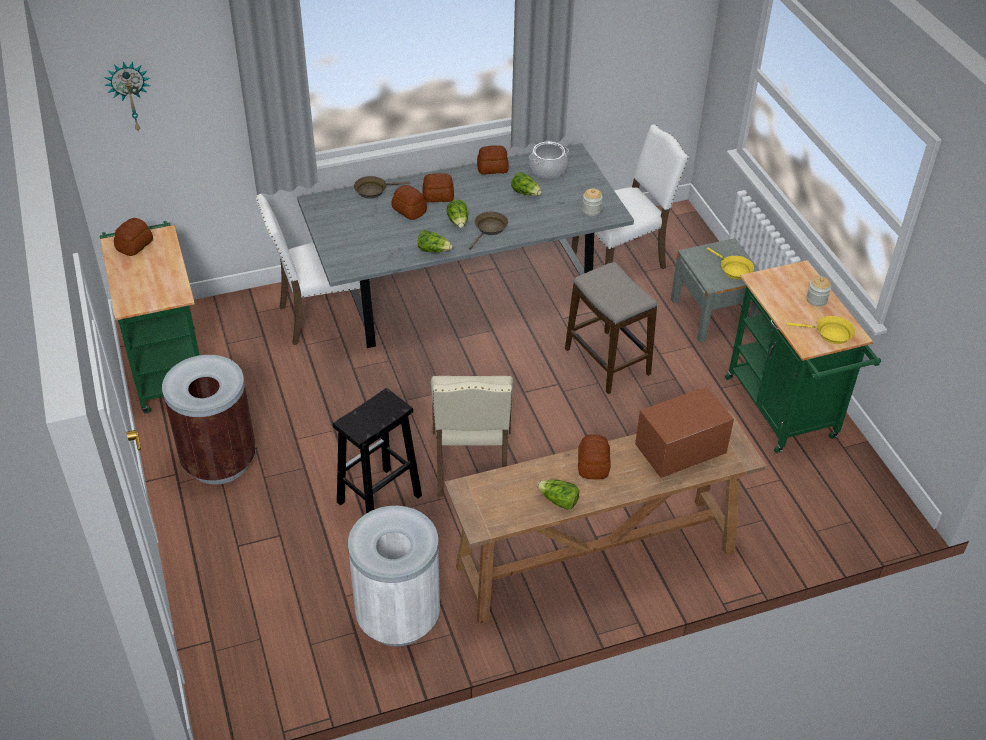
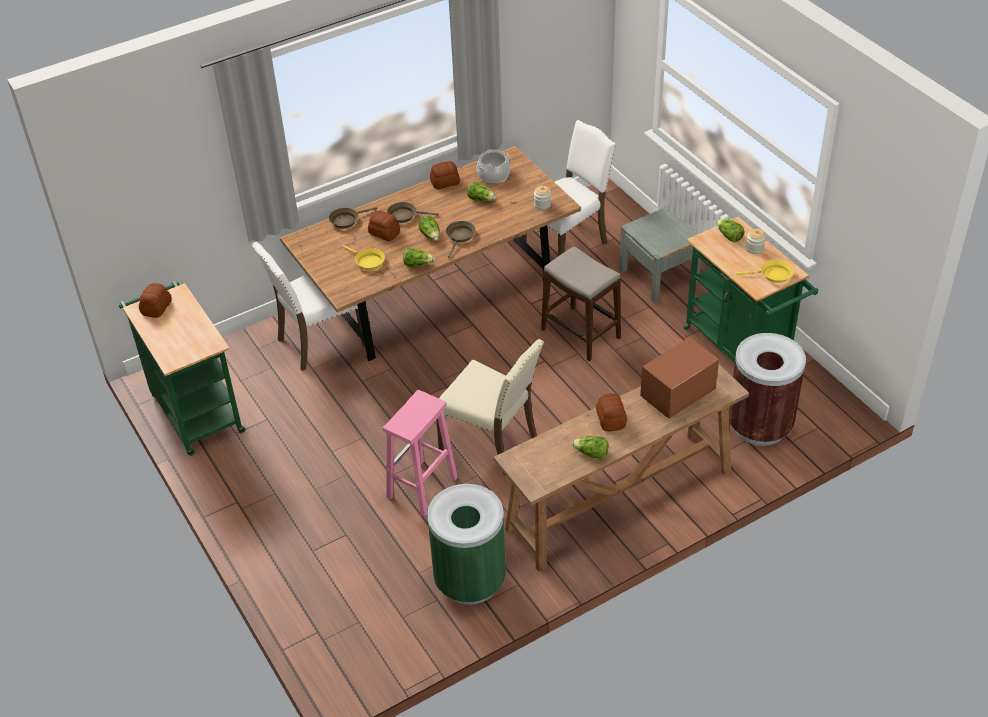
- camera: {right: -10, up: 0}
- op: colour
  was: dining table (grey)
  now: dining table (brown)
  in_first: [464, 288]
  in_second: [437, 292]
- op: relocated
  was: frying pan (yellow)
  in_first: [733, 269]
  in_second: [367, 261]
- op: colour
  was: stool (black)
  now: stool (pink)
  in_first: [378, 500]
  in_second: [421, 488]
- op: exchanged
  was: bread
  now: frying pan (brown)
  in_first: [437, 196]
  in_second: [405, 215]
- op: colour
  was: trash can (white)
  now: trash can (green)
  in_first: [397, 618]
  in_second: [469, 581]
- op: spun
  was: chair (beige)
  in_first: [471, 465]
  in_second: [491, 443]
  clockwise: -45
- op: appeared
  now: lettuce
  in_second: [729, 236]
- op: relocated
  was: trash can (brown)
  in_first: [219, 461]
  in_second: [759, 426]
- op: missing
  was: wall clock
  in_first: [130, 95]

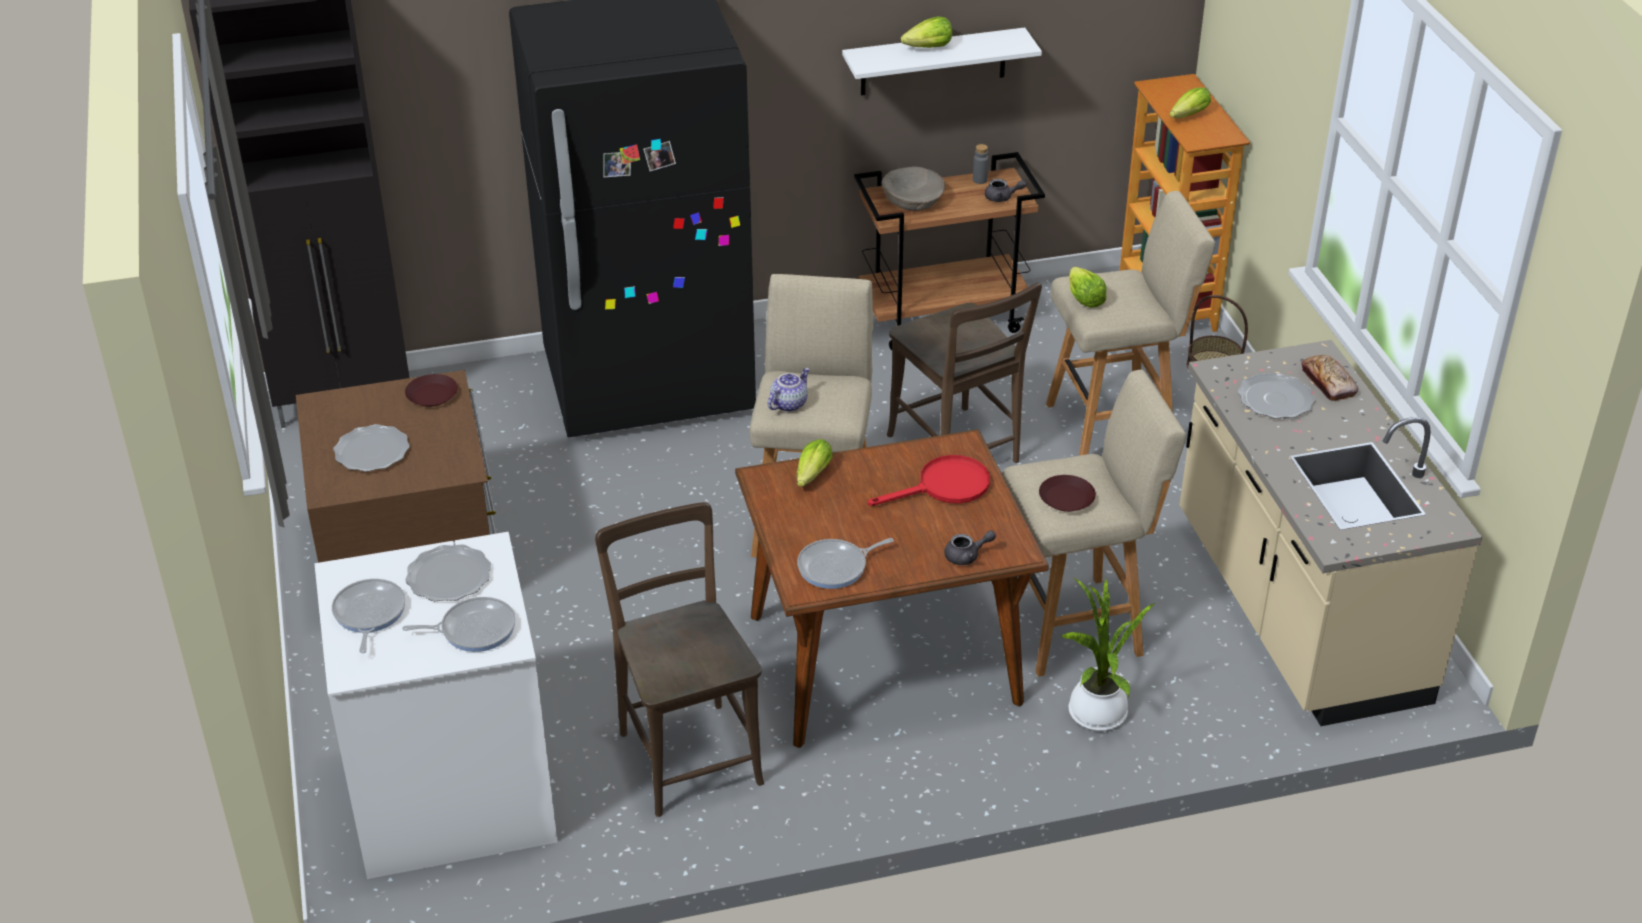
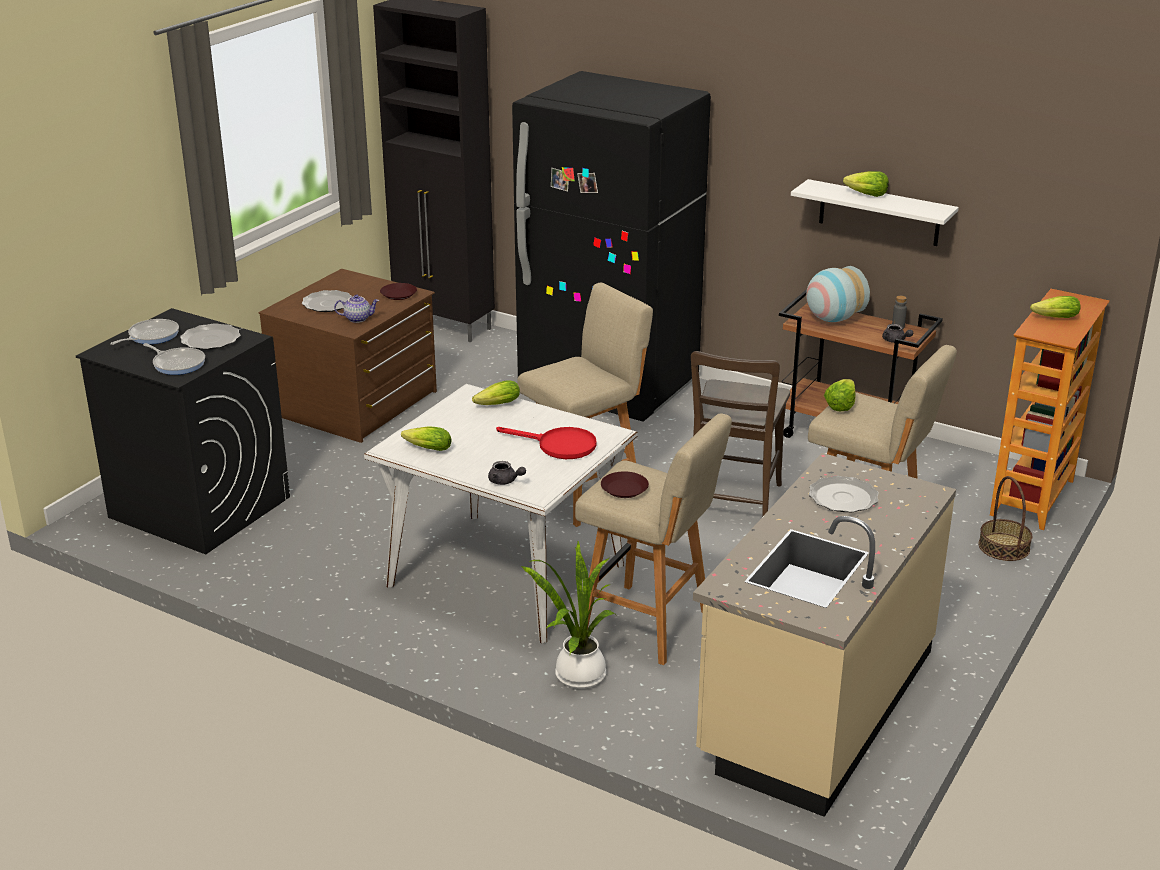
- camera: {right: 45, up: -10}
- op: colour
  was: washing machine (white)
  now: washing machine (black)
  in_first: [451, 795]
  in_second: [199, 507]
- op: relocated
  was: teapot
  in_first: [788, 403]
  in_second: [358, 318]
- op: colour
  was: dining table (brown)
  now: dining table (white)
  in_first: [885, 658]
  in_second: [507, 575]
- op: exchanged
  was: frying pan
  now: lettuce
  in_first: [836, 567]
  in_second: [426, 448]
- op: exchanged
  was: bowl (beige)
  now: vase
  in_first: [912, 199]
  in_second: [832, 319]
- op: missing
  was: chair (brown)
  in_first: [687, 752]
- op: missing
  was: bread
  in_first: [1328, 383]

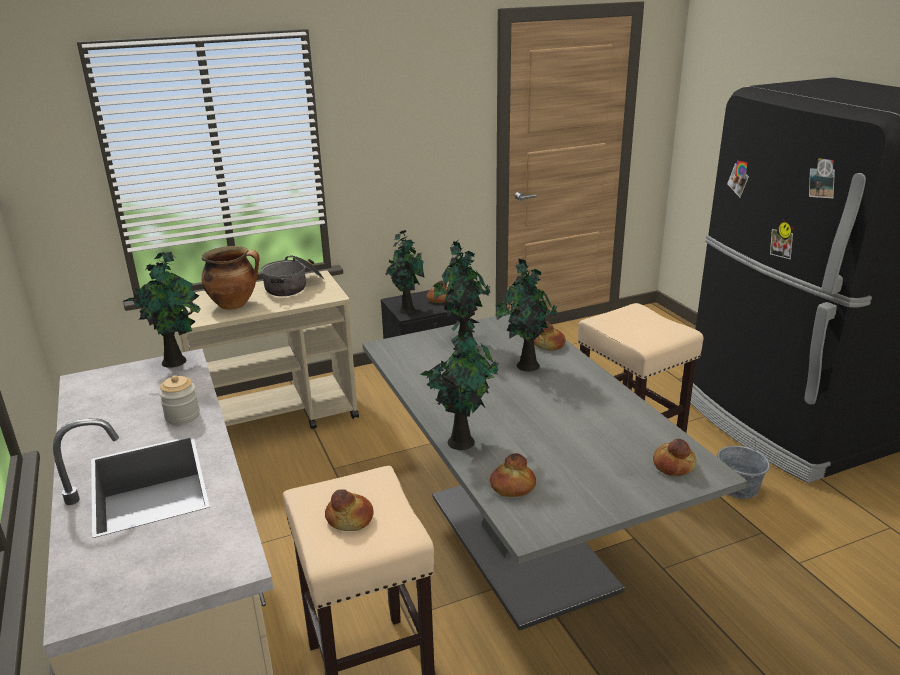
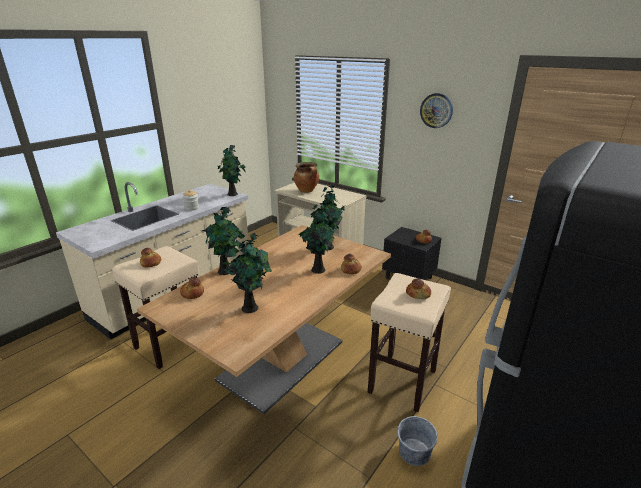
- camera: {right: 60, up: 0}
- op: colour
  was: dining table (grey)
  now: dining table (brown)
  in_first: [520, 541]
  in_second: [282, 360]
- op: relocated
  was: potted plant
  in_first: [406, 310]
  in_second: [251, 307]
- op: relocated
  was: bread
  in_first: [673, 465]
  in_second: [418, 294]
- op: appeared
  now: wall clock
  in_second: [436, 110]
- op: missing
  was: cooking pot
  in_first: [294, 286]

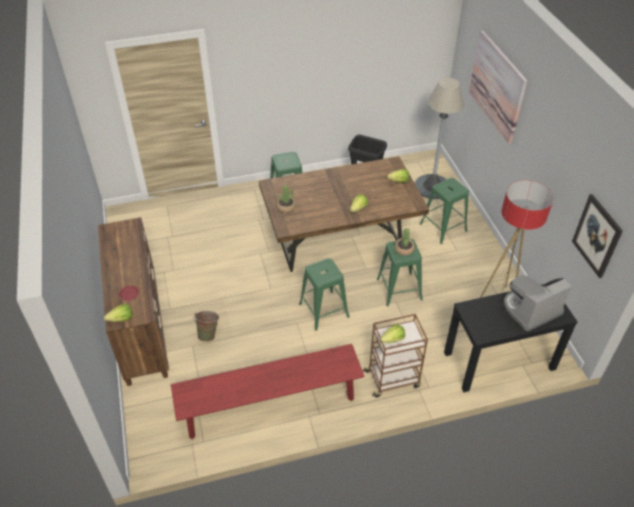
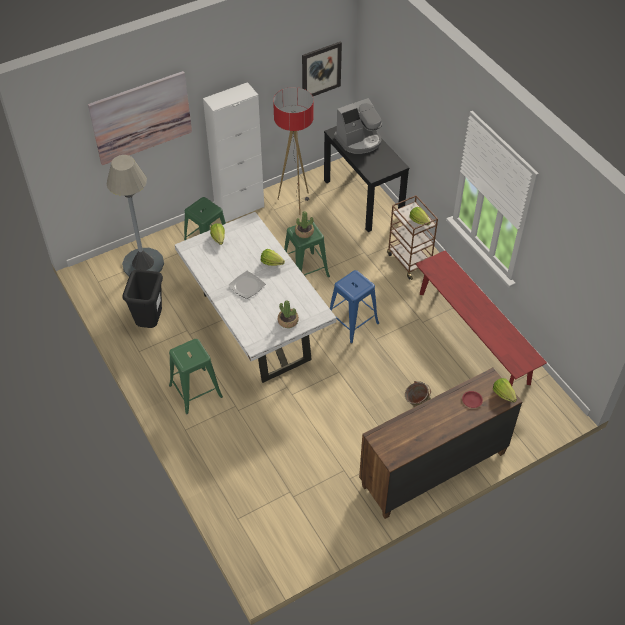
- camera: {right: -105, up: 5}
- op: colour
  was: dining table (brown)
  now: dining table (white)
  in_first: [341, 243]
  in_second: [255, 326]
- op: appeared
  now: cabinet (white)
  in_second: [239, 209]
- op: appeared
  now: plate
  in_second: [247, 285]
- op: colour
  was: stool (green)
  now: stool (blue)
  in_first: [323, 310]
  in_second: [352, 322]
- op: spun
  was: coffee machine
  in_first: [530, 309]
  in_second: [359, 140]
  clockwise: -75

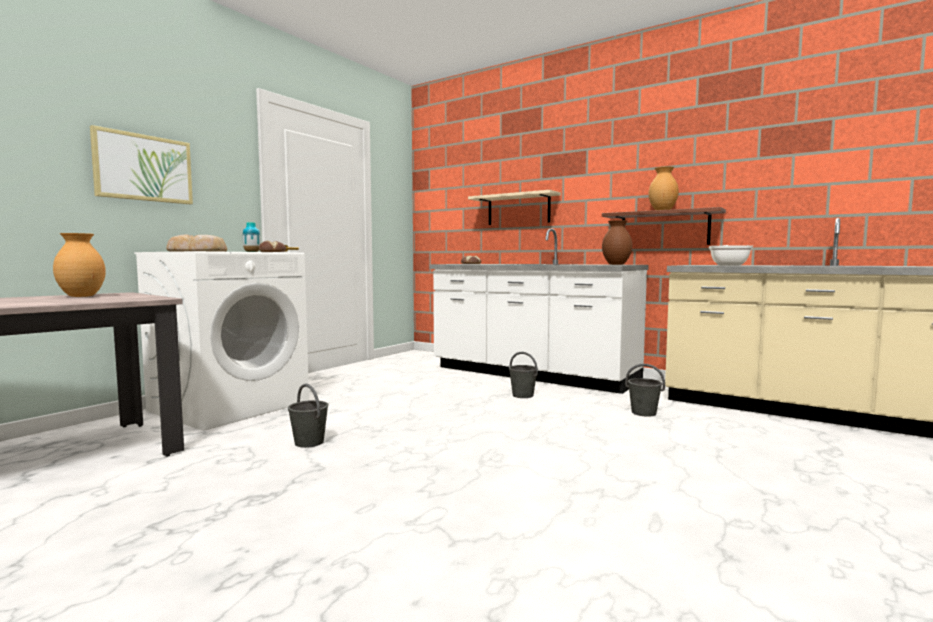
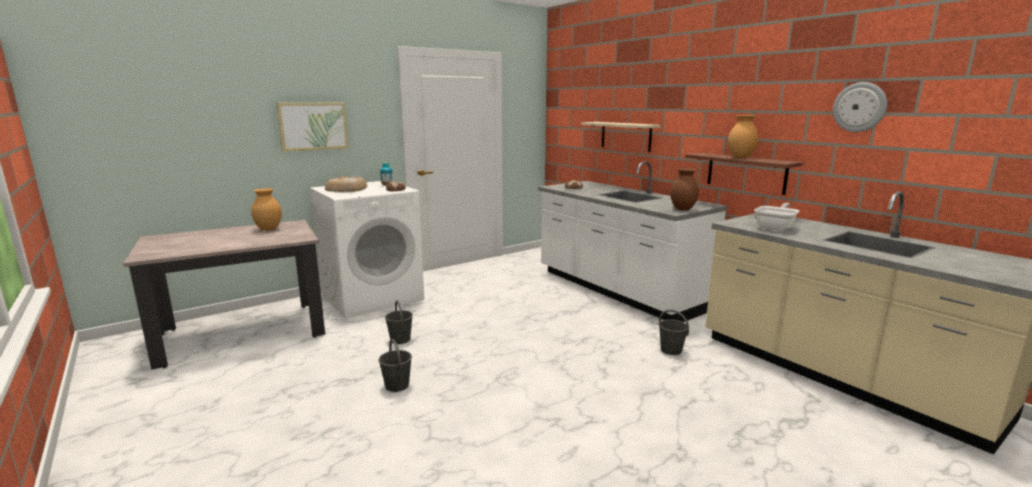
- camera: {right: 20, up: 10}
- op: relocated
  was: bucket (grey)
  in_first: [523, 395]
  in_second: [397, 386]
- op: appeared
  now: wall clock
  in_second: [859, 107]

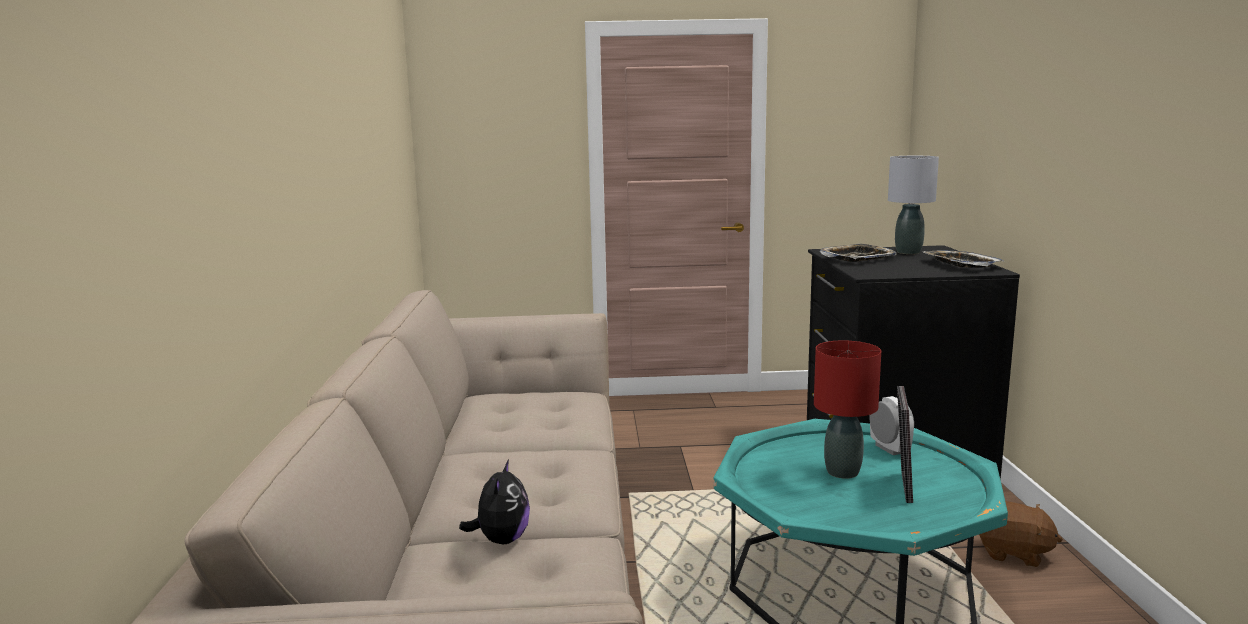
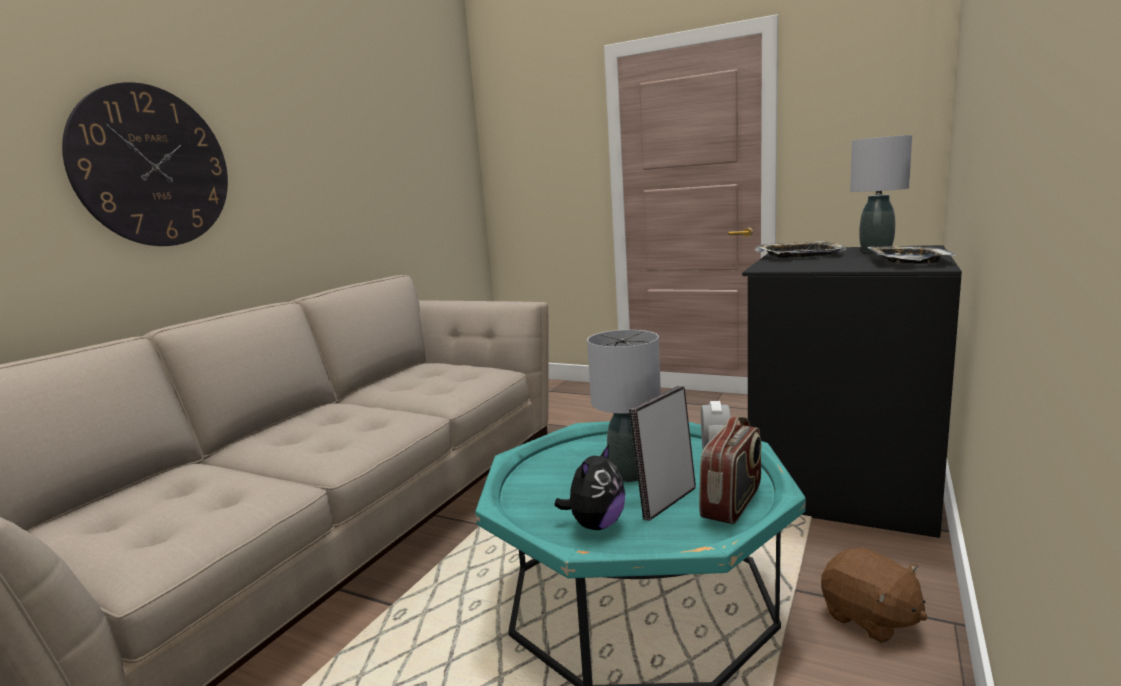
- camera: {right: 30, up: 0}
- op: appeared
  now: wall clock
  in_second: [152, 166]
- op: relocated
  was: plush toy
  in_first: [501, 540]
  in_second: [595, 525]
- op: colour
  was: table lamp (red)
  now: table lamp (grey)
  in_first: [843, 472]
  in_second: [630, 474]
- op: appeared
  now: radio
  in_second: [732, 502]

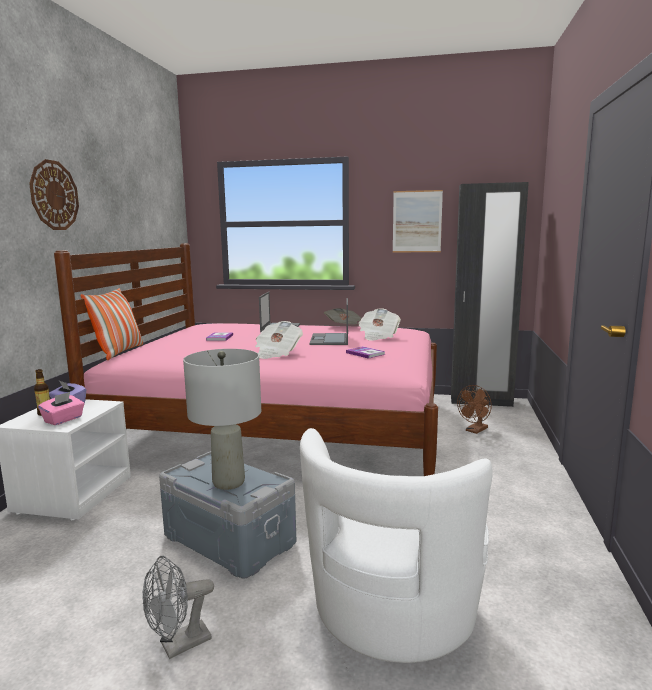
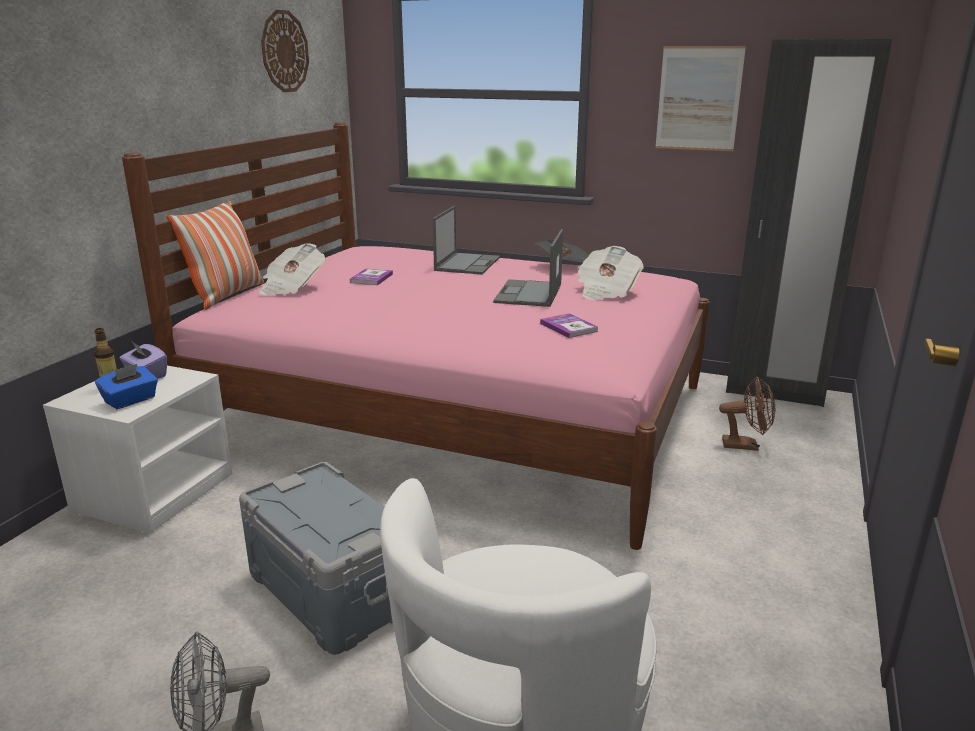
- camera: {right: 10, up: 10}
- op: colour
  was: tissue box (pink)
  now: tissue box (blue)
  in_first: [63, 420]
  in_second: [131, 400]
- op: relocated
  was: newspaper
  in_first: [277, 353]
  in_second: [292, 288]
- op: relocated
  was: wall clock
  in_first: [54, 195]
  in_second: [284, 51]
- op: spun
  was: fan (brown)
  in_first: [475, 430]
  in_second: [746, 445]
  clockwise: -135
- op: missing
  was: table lamp (grey)
  in_first: [229, 482]

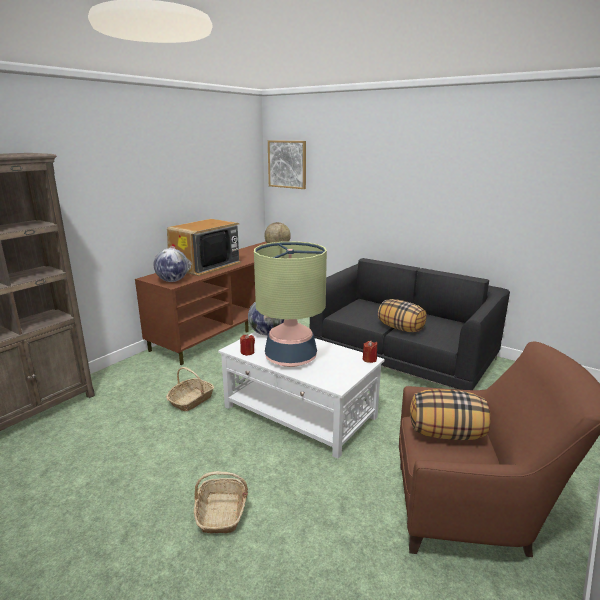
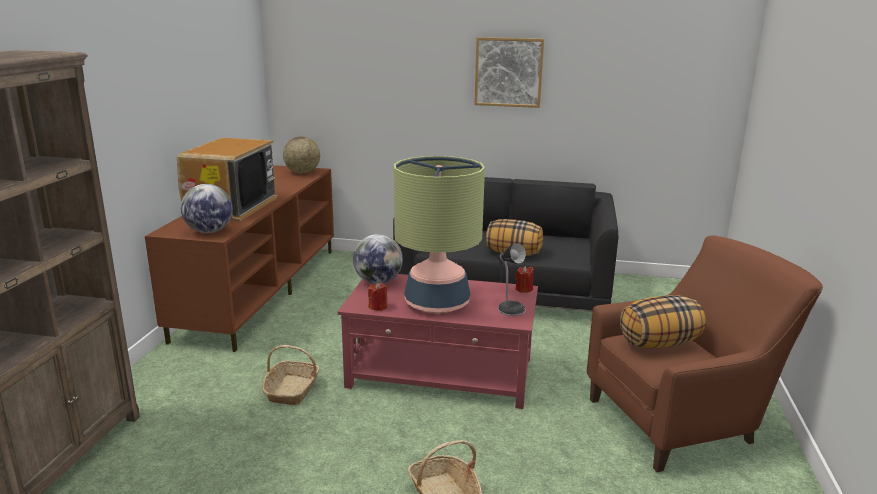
- camera: {right: -25, up: 0}
- op: colour
  was: coffee table (white)
  now: coffee table (red)
  in_first: [300, 412]
  in_second: [442, 372]
- op: relocated
  was: picture
  in_first: [287, 164]
  in_second: [508, 72]
- op: appeared
  now: table lamp
  in_second: [510, 309]

